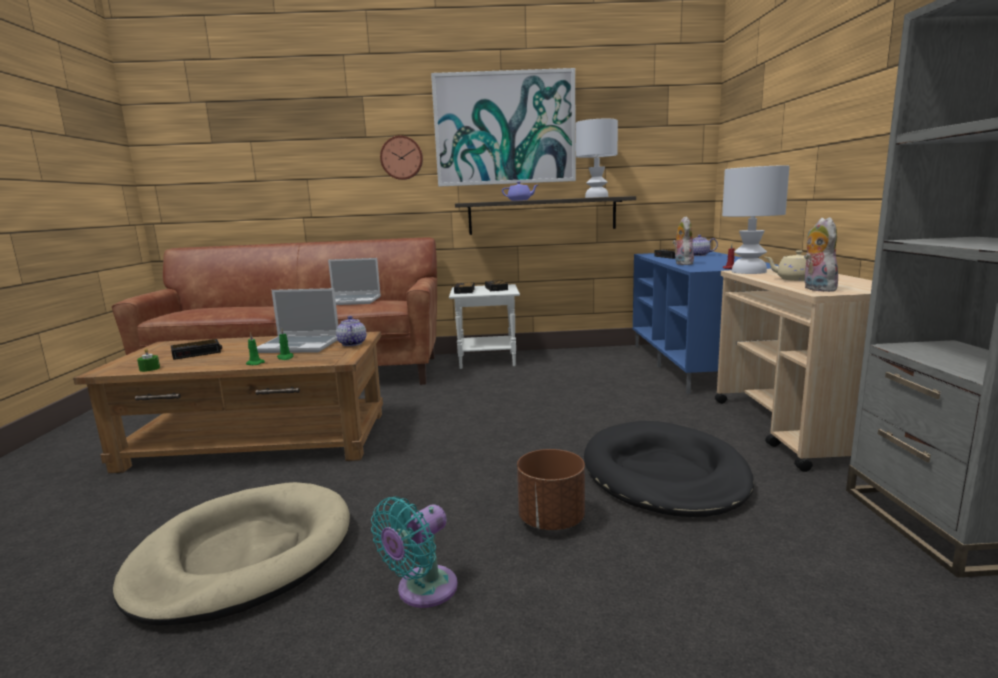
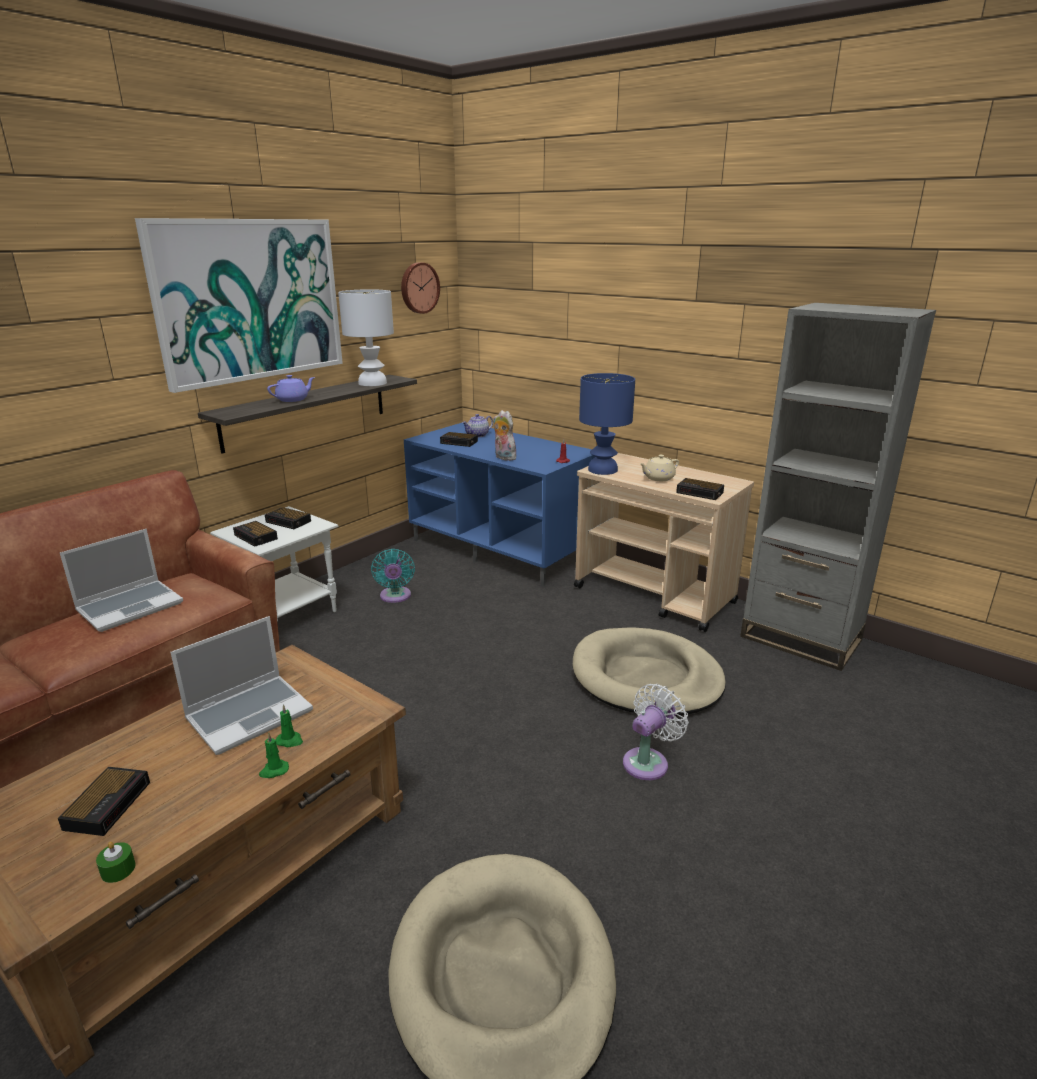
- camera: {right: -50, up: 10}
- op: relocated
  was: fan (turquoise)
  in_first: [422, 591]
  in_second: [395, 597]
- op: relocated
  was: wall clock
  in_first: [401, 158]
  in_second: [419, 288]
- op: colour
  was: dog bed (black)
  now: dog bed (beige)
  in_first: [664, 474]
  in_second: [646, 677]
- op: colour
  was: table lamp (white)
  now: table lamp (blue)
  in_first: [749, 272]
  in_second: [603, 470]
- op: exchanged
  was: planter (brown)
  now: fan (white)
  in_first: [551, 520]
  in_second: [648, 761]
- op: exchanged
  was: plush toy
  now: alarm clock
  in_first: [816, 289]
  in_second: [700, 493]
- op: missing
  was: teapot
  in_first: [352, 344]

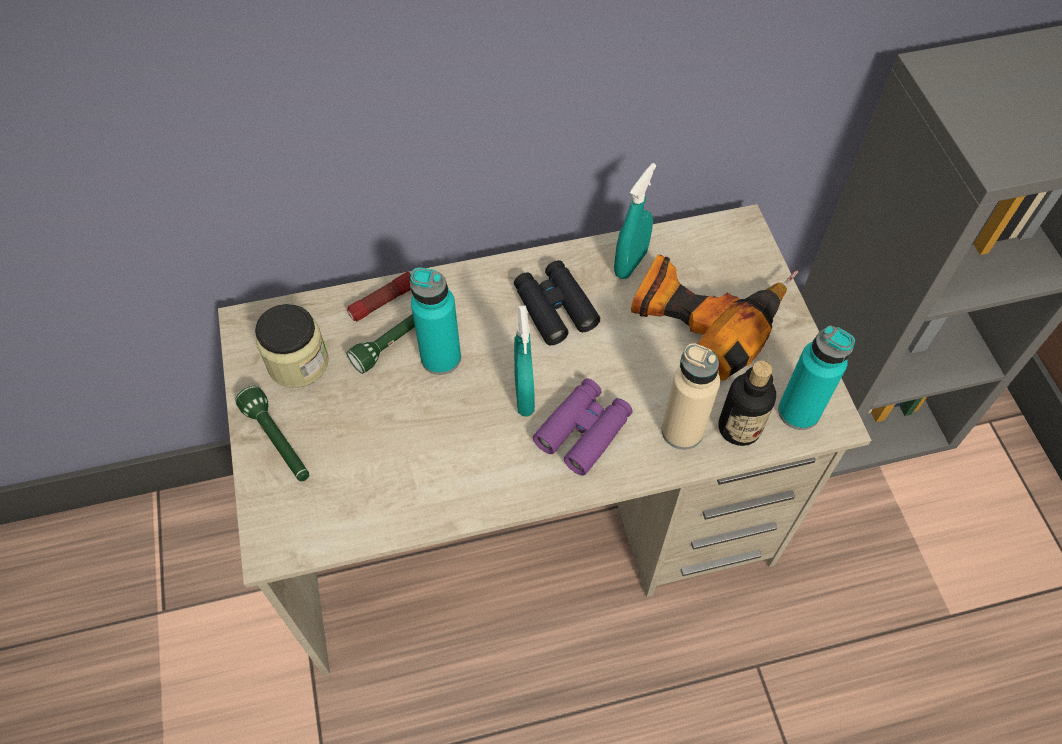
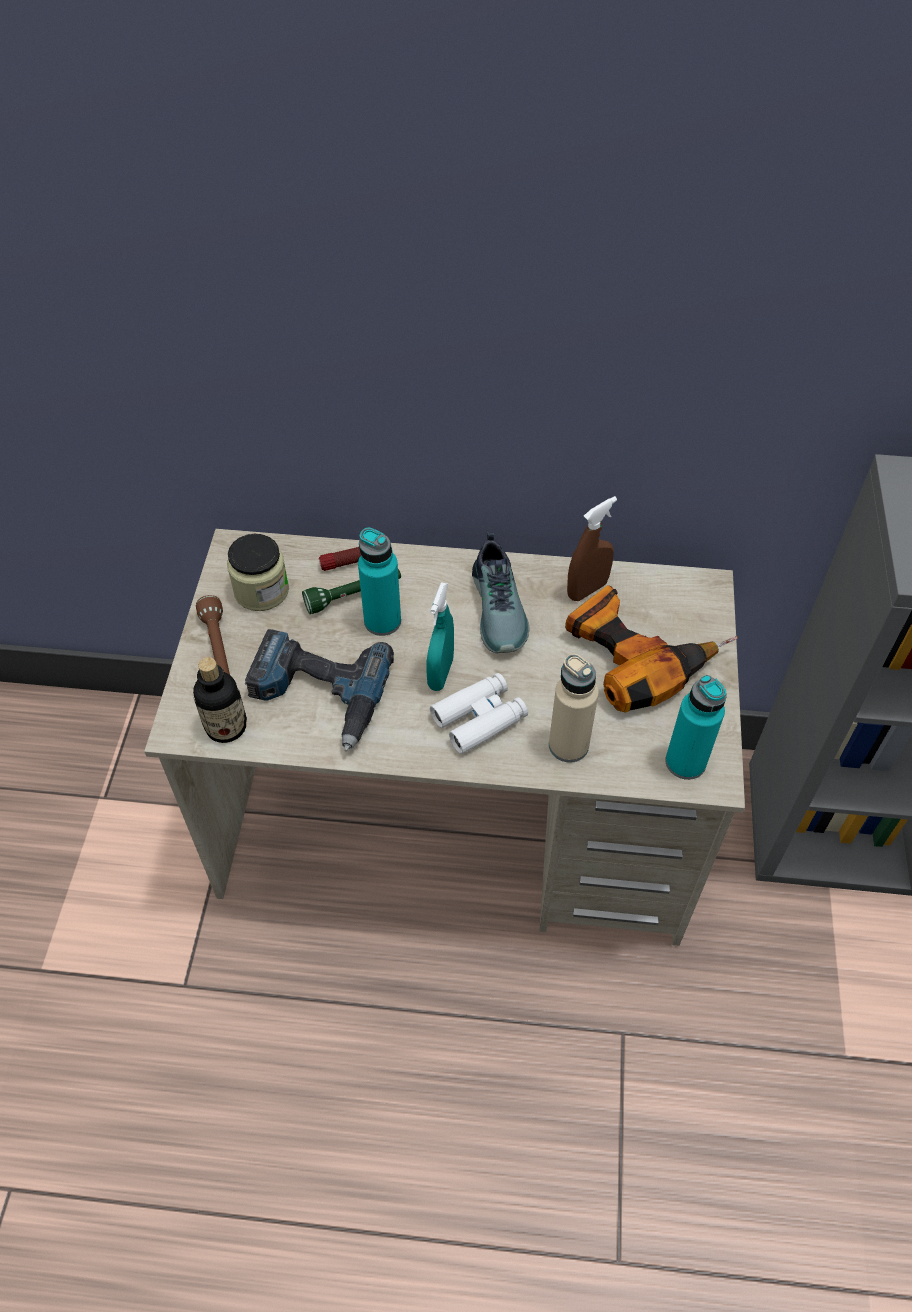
- camera: {right: 20, up: -5}
- op: relocated
  was: bottle
  in_first: [739, 428]
  in_second: [226, 727]
- op: colour
  was: flashlight (green)
  now: flashlight (brown)
  in_first: [278, 442]
  in_second: [218, 649]
- op: appeared
  now: power drill
  in_second: [318, 695]
- op: colour
  was: binoculars (purple)
  now: binoculars (white)
  in_first: [583, 431]
  in_second: [479, 718]
- op: exchanged
  was: binoculars (black)
  now: shoe
  in_first: [555, 308]
  in_second: [501, 608]
- op: colour
  was: spray bottle (turquoise)
  now: spray bottle (brown)
  in_first: [630, 263]
  in_second: [587, 589]

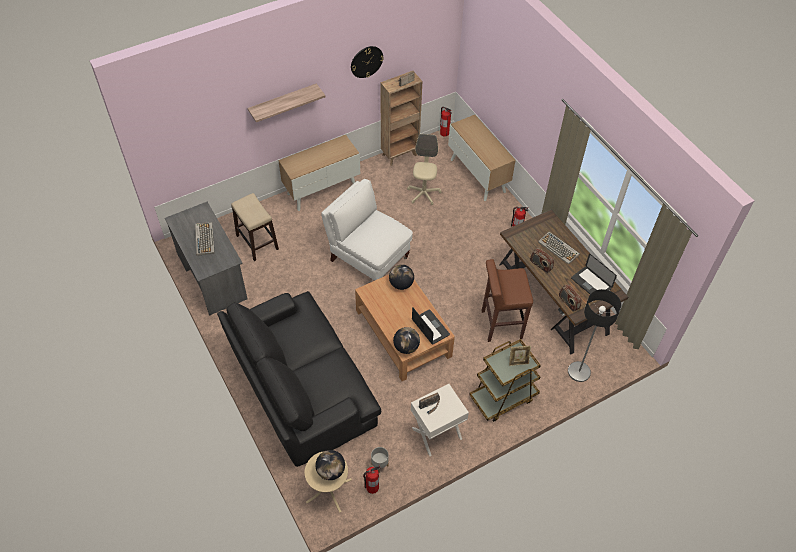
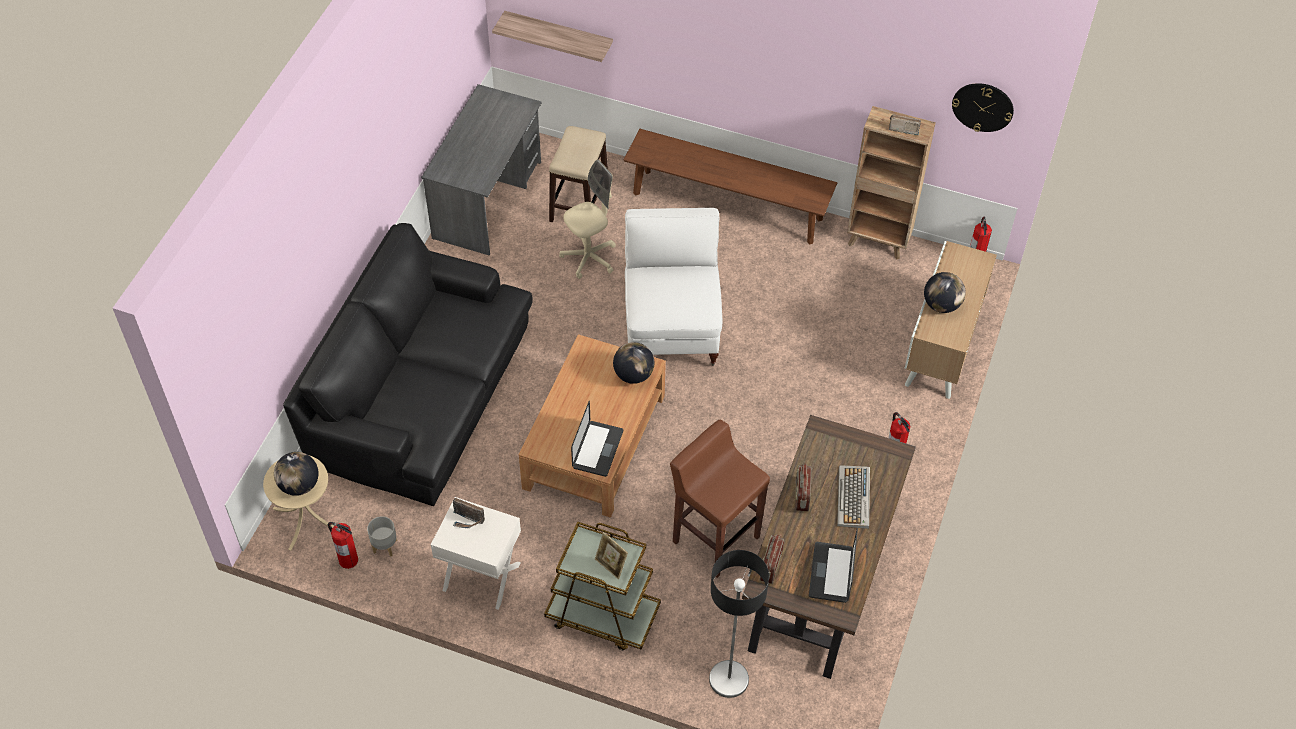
- camera: {right: 50, up: 0}
- op: relocated
  was: shelf
  in_first: [283, 102]
  in_second: [558, 35]
- op: relocated
  was: office chair (beige)
  in_first: [423, 194]
  in_second: [589, 258]
- op: exchanged
  was: cabinet
  now: bench (brown)
  in_first: [322, 190]
  in_second: [727, 206]
- op: relocated
  was: globe
  in_first: [406, 347]
  in_second: [941, 305]
- op: relocated
  was: wall clock
  in_first: [366, 61]
  in_second: [982, 107]
- op: missing
  was: keyboard
  in_first: [204, 239]

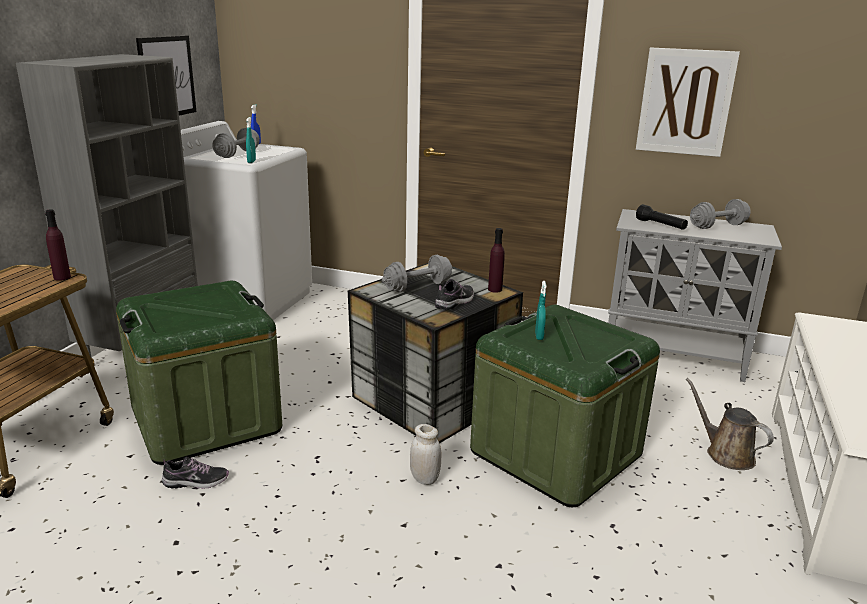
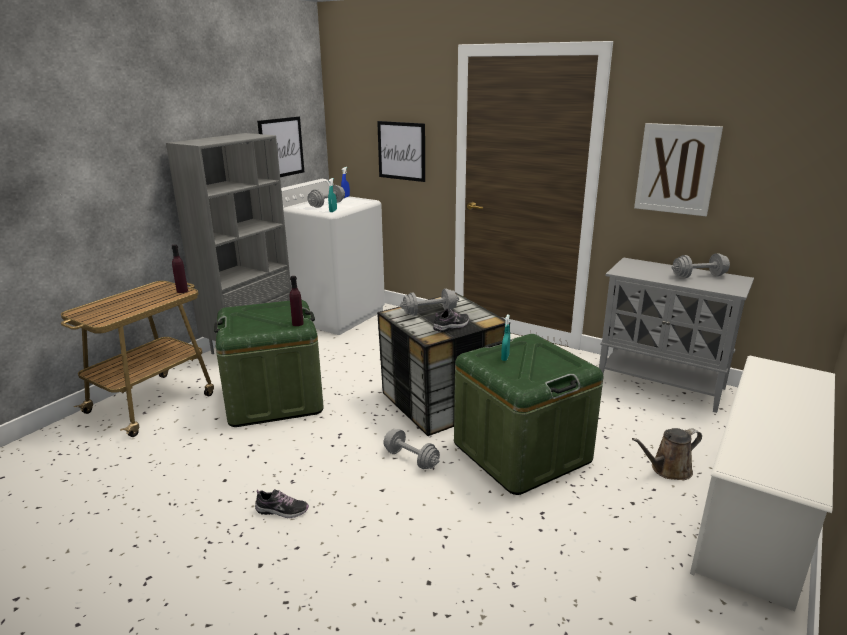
- camera: {right: 15, up: 0}
- op: relocated
  was: shoe
  in_first: [196, 482]
  in_second: [282, 510]
- op: relocated
  was: bottle (purple)
  in_first: [495, 289]
  in_second: [297, 324]
- op: appeared
  now: picture
  in_second: [401, 151]
- op: exchanged
  was: jar (white)
  now: dumbbell (grey)
  in_first: [424, 479]
  in_second: [411, 459]
- op: spun
  was: watering can (brown)
  in_first: [726, 454]
  in_second: [668, 470]
  clockwise: -90
- op: missing
  was: flashlight (black)
  in_first: [660, 225]

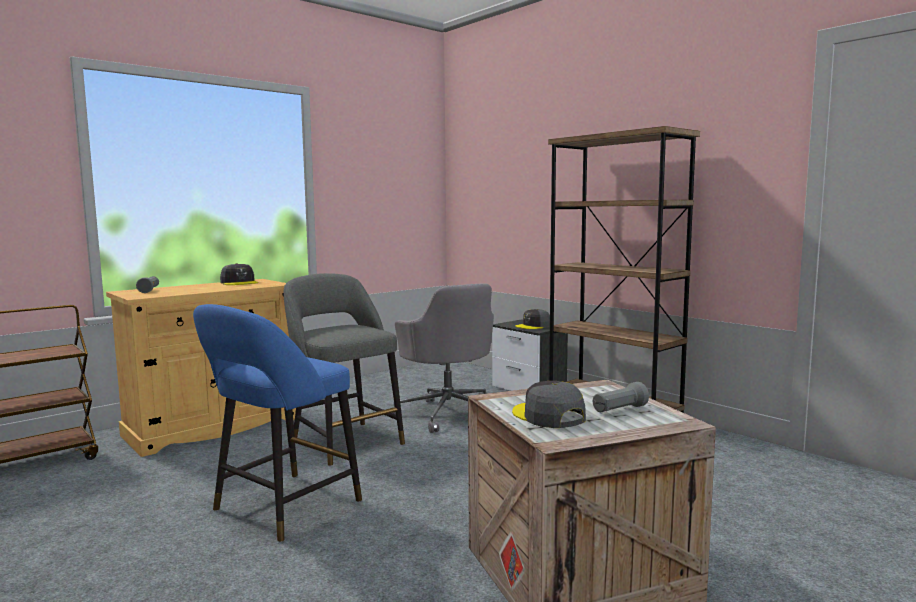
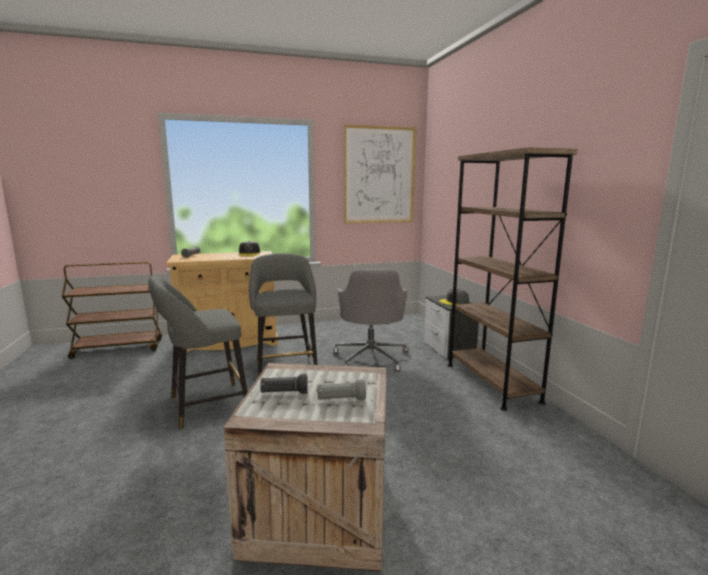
- camera: {right: 25, up: 5}
- op: colour
  was: stool (blue)
  now: stool (grey)
  in_first: [281, 508]
  in_second: [204, 406]
- op: exchanged
  was: cap (grey)
  now: flashlight (black)
  in_first: [548, 416]
  in_second: [284, 393]
- op: appeared
  now: picture
  in_second: [379, 175]

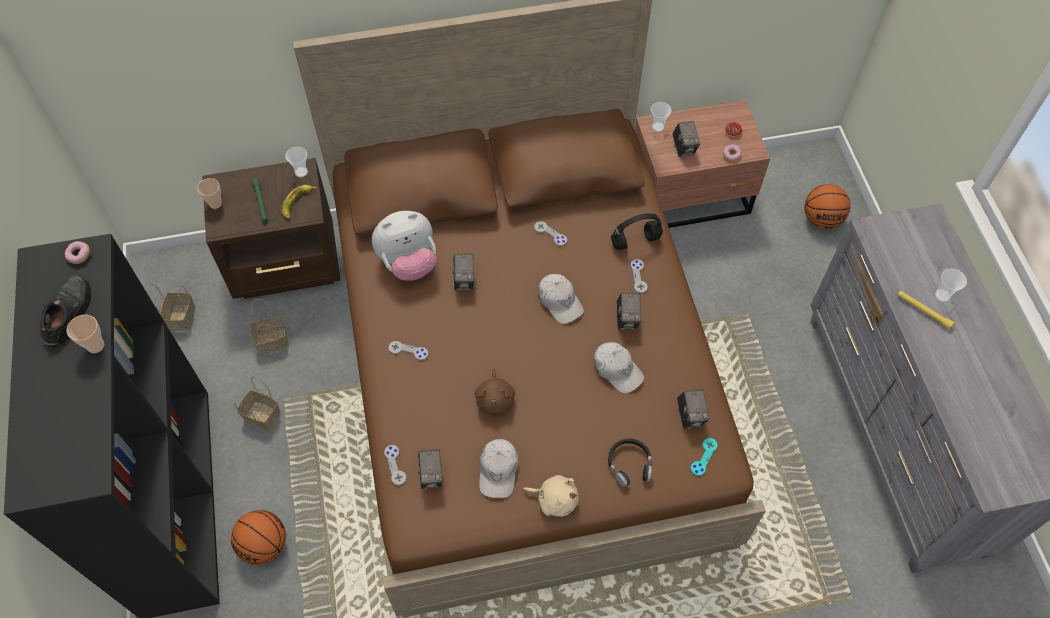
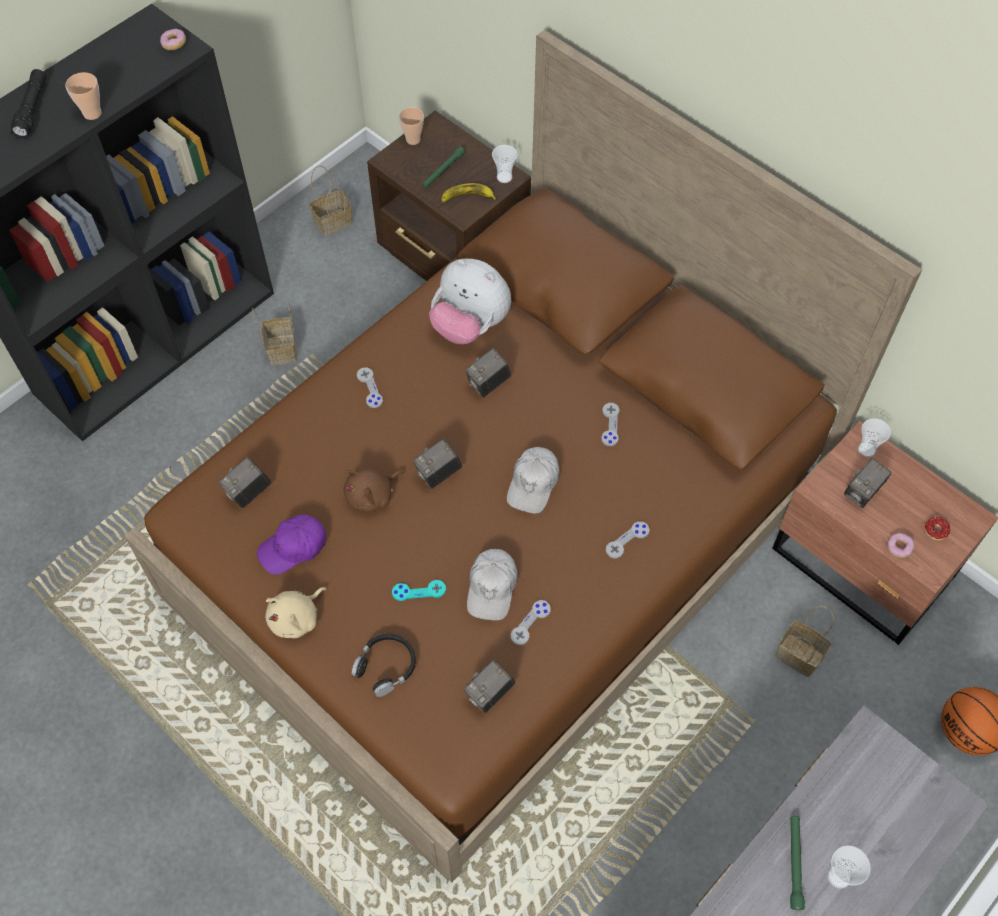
- camera: {right: 55, up: 0}
- op: appeared
  now: flashlight (black)
  in_second: [32, 110]
- op: colour
  was: cap (white)
  now: cap (purple)
  in_first: [498, 471]
  in_second: [293, 548]
- op: spun
  was: plush toy (beige)
  in_first: [555, 499]
  in_second: [296, 618]
  clockwise: 60
- op: relocated
  was: game controller (turquoise)
  in_first: [703, 457]
  in_second: [419, 591]
- op: relocated
  was: photo camera
  in_first: [627, 319]
  in_second: [438, 474]
- op: relocated
  was: game controller (grey)
  in_first: [395, 465]
  in_second: [530, 623]
- op: relocated
  was: basket
  in_first: [273, 340]
  in_second: [800, 655]
- op: colour
  was: flashlight (yellow)
  now: flashlight (green)
  in_first: [923, 311]
  in_second: [794, 863]
- op: missing
  was: shoe (black)
  in_first: [68, 312]
- op: missing
  was: basketball
  in_first: [264, 545]
- op: missing
  was: headphones (black)
  in_first: [636, 240]

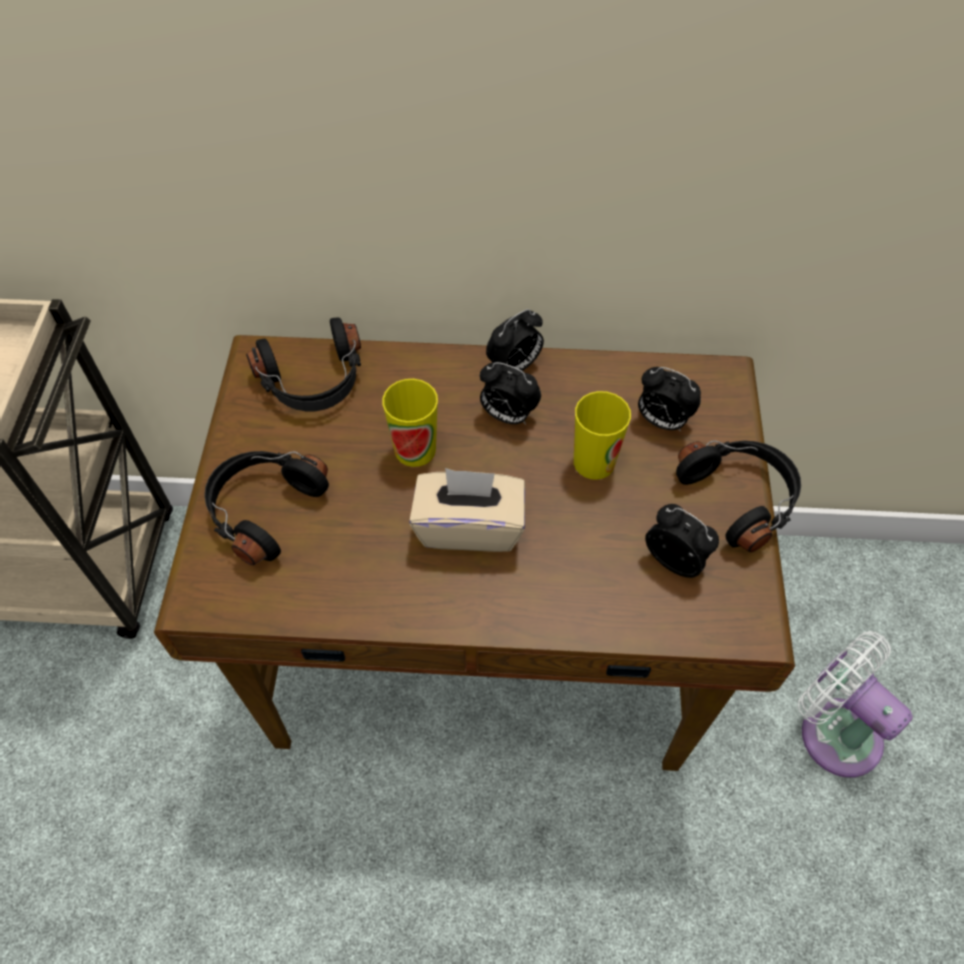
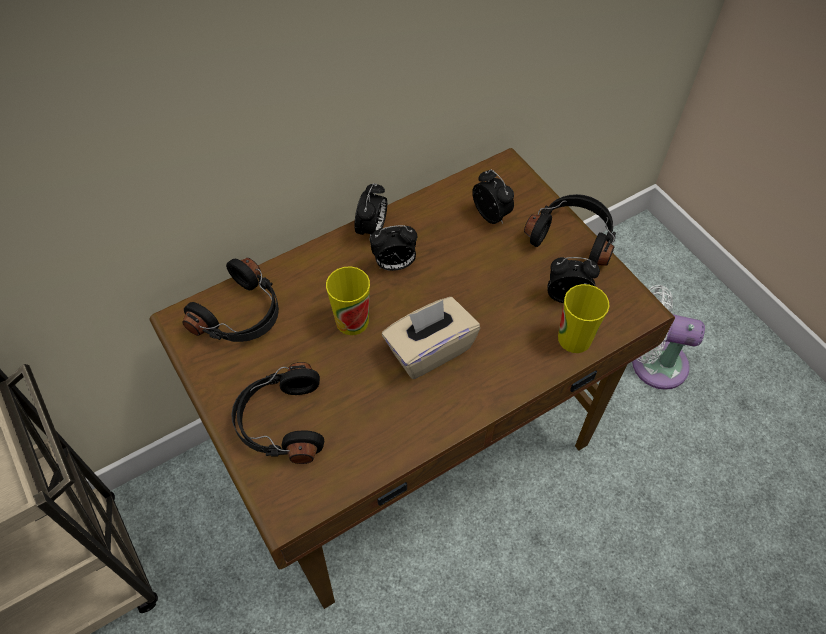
- camera: {right: -35, up: 0}
- op: spun
  was: alarm clock
  in_first: [661, 421]
  in_second: [492, 215]
  clockwise: -120
- op: relocated
  was: cup
  in_first: [594, 462]
  in_second: [574, 338]

